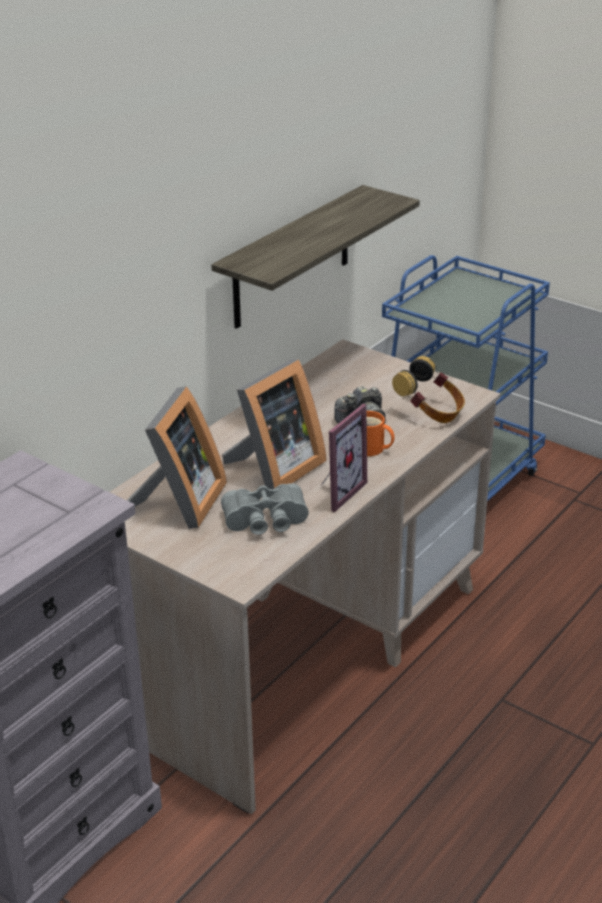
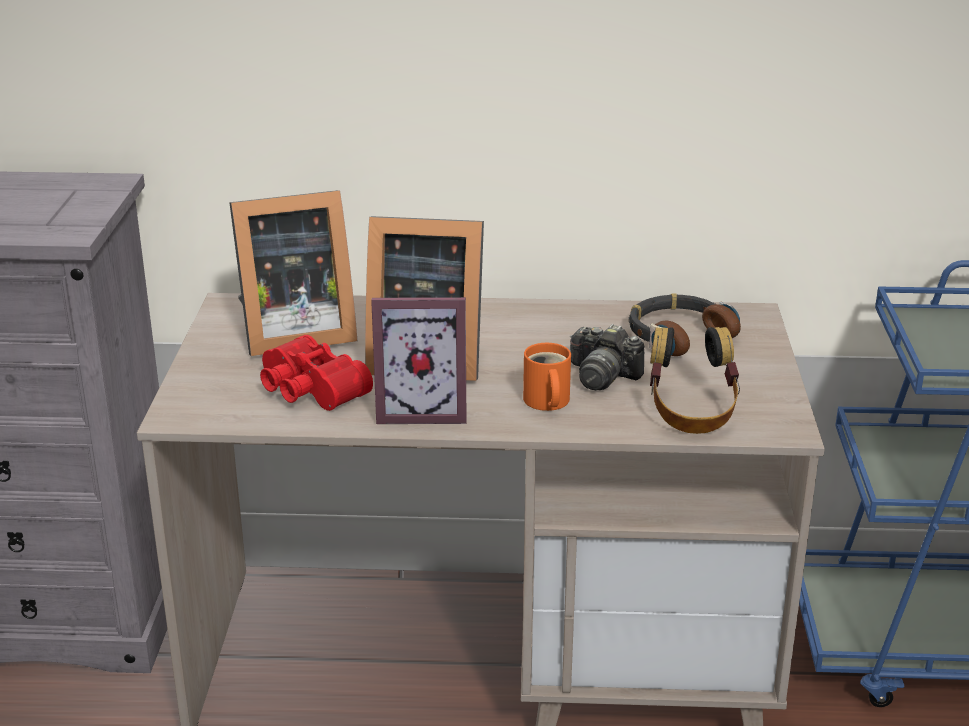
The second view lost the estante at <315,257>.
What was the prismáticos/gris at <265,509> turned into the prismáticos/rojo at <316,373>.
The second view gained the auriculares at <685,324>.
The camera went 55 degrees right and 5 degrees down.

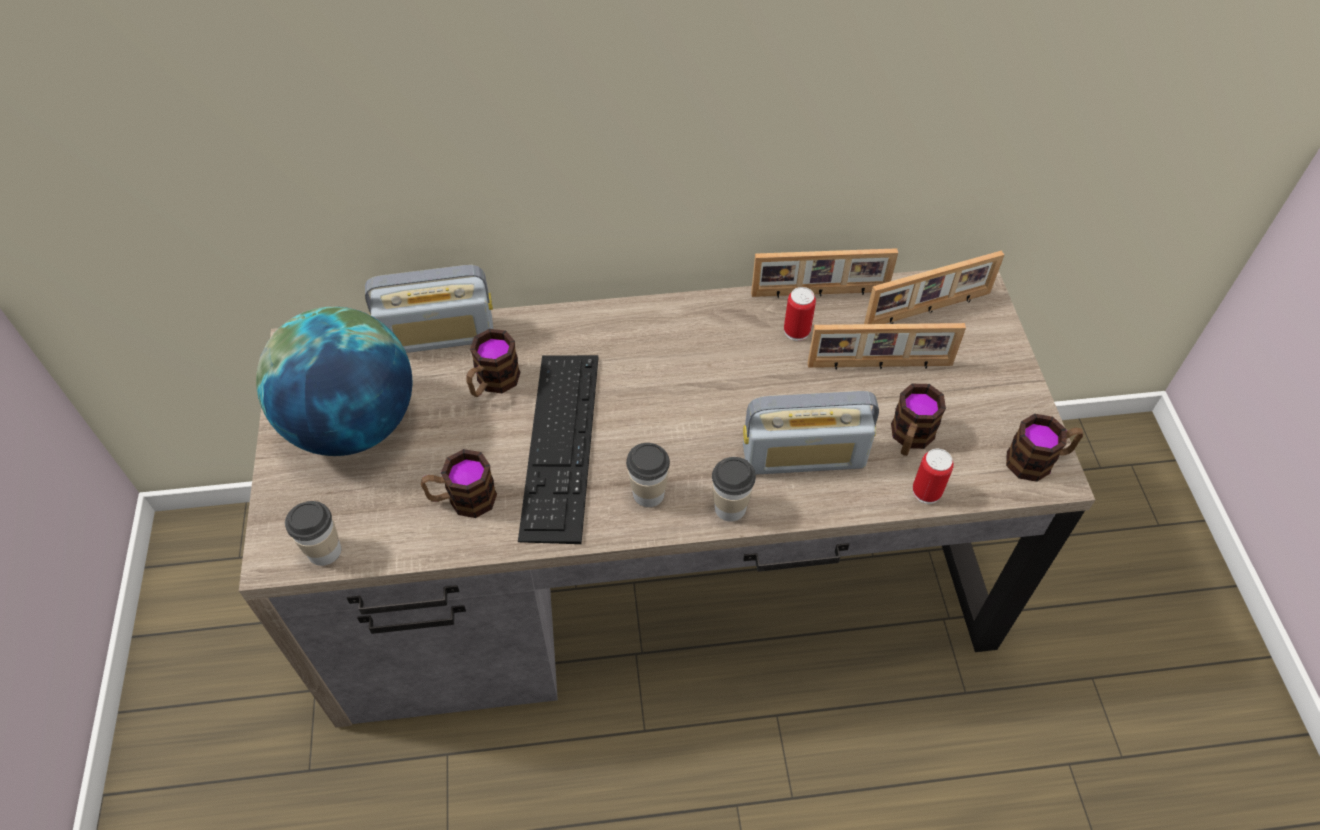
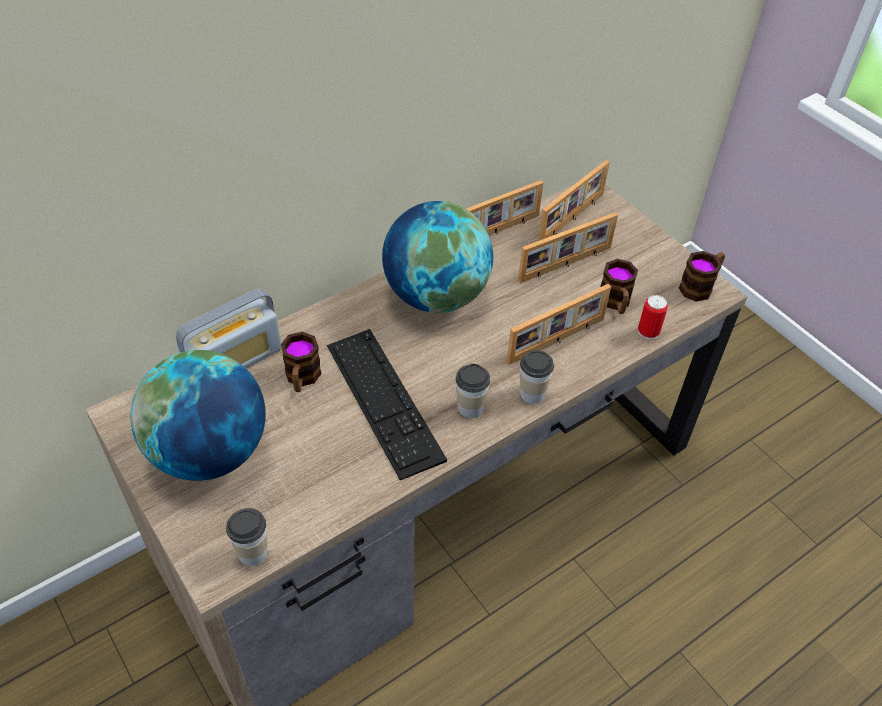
The second view lost the taza grande at <459,483>.
Where the radio stood at <811,433>, the portarretratos came to stand at <559,324>.
The second view lost the lata at <800,314>.
The second view gained the globo terráqueo at <437,257>.
The camera went 30 degrees left and 5 degrees down.

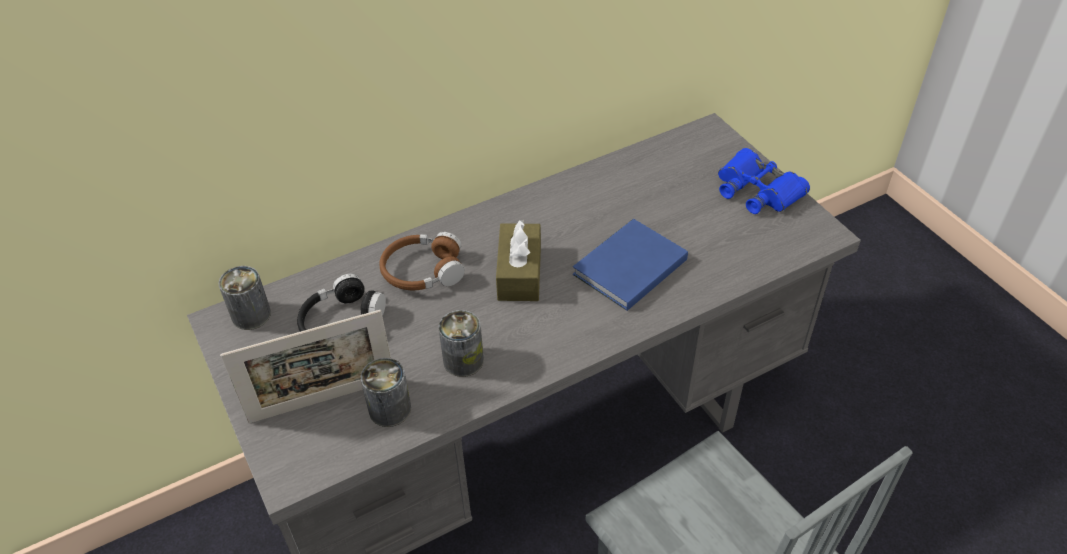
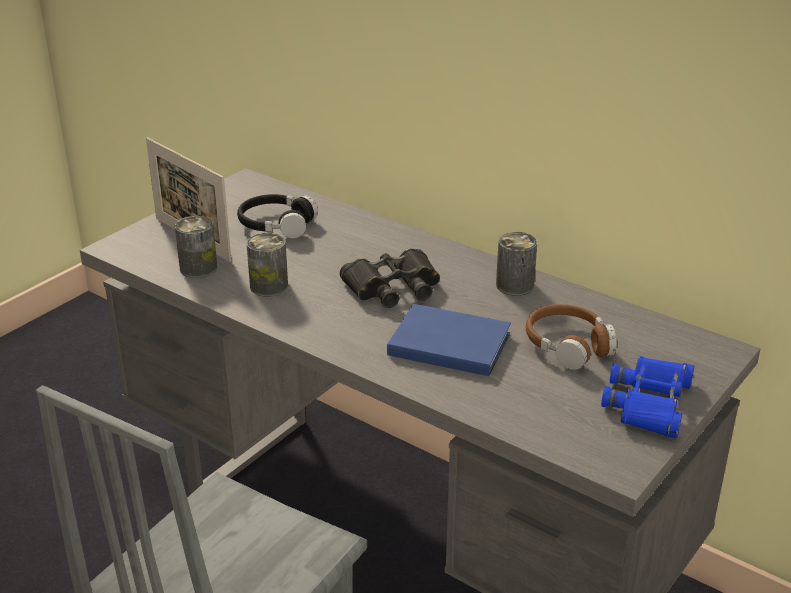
The lata ended up elsewhere, having gone from <244,298> to <516,264>.
The auriculares/marrón ended up elsewhere, having gone from <422,261> to <571,337>.
Where the caja de pañuelos/marrón stood at <518,260>, the prismáticos/negro came to stand at <390,278>.
The camera went 65 degrees right and 15 degrees down.

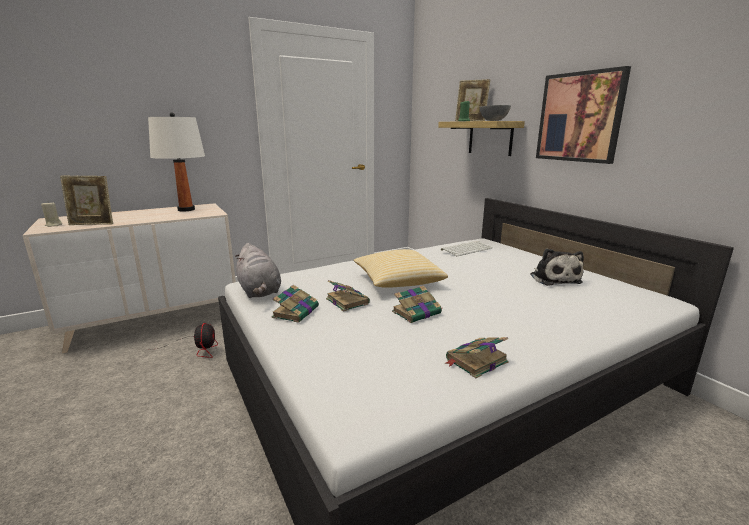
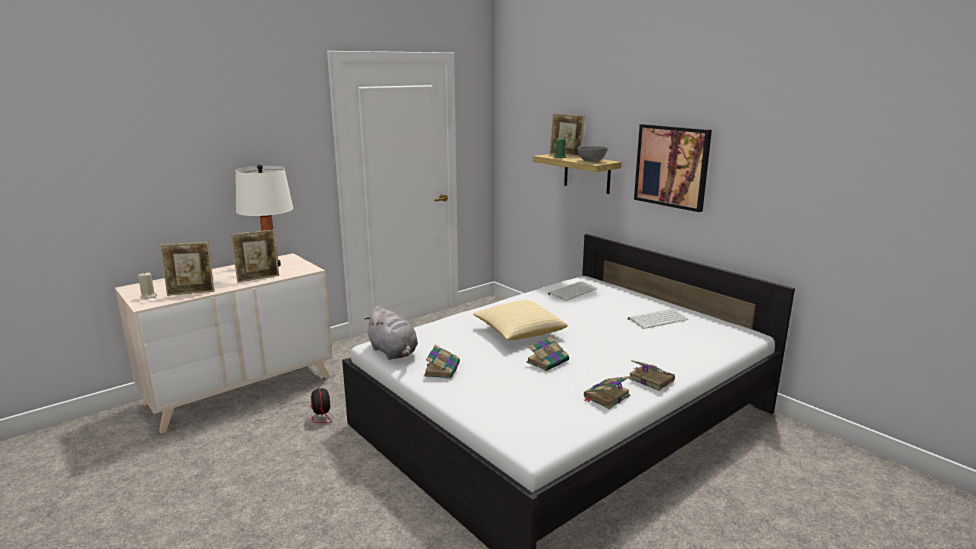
The libro ended up elsewhere, having gone from <348,296> to <651,375>.
Where the peluche stood at <557,267>, the teclado came to stand at <658,319>.
The second view gained the portarretratos at <255,256>.
The camera went 10 degrees left and 0 degrees up.

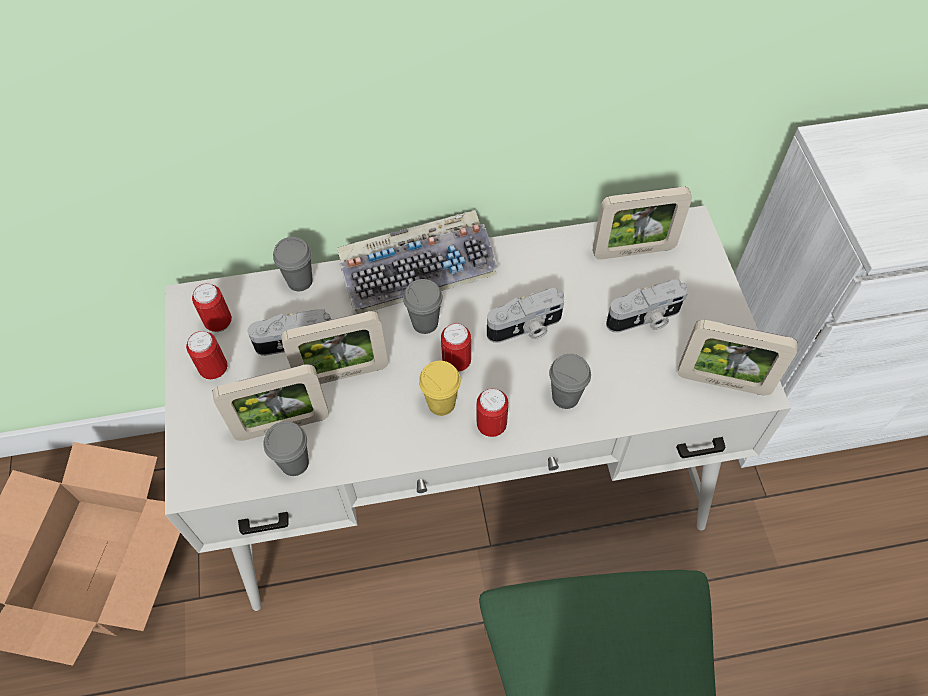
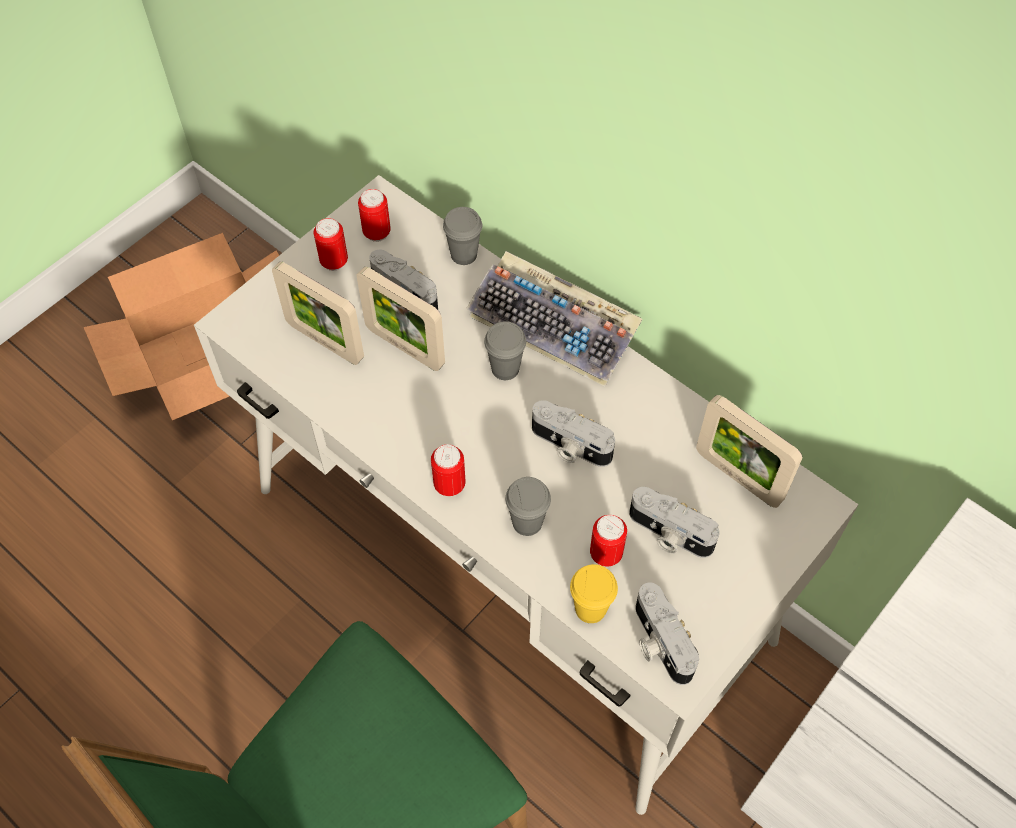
The second view lost the taza/gris at <286,448>.
The taza/amarillo ended up elsewhere, having gone from <440,388> to <594,593>.
The lata ended up elsewhere, having gone from <456,347> to <608,541>.
Where the portarretratos stood at <738,357>, the cámara came to stand at <667,633>.
The camera went 50 degrees right and 0 degrees up.

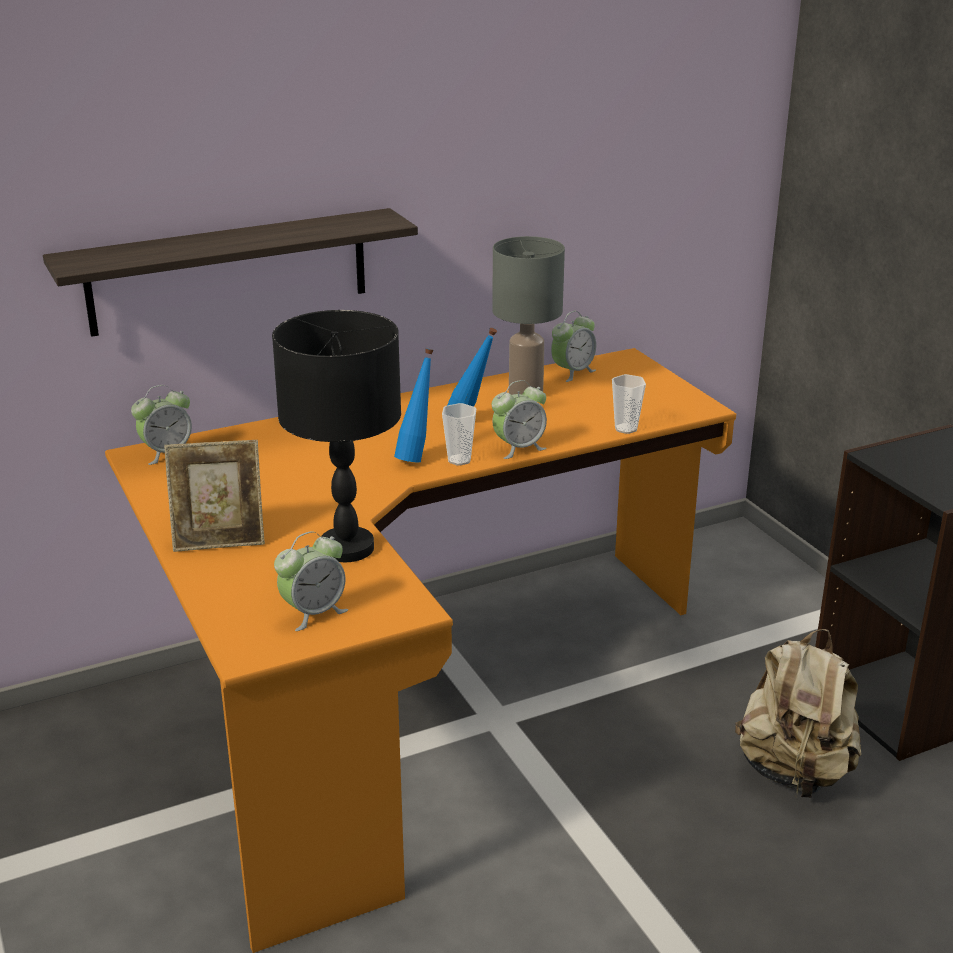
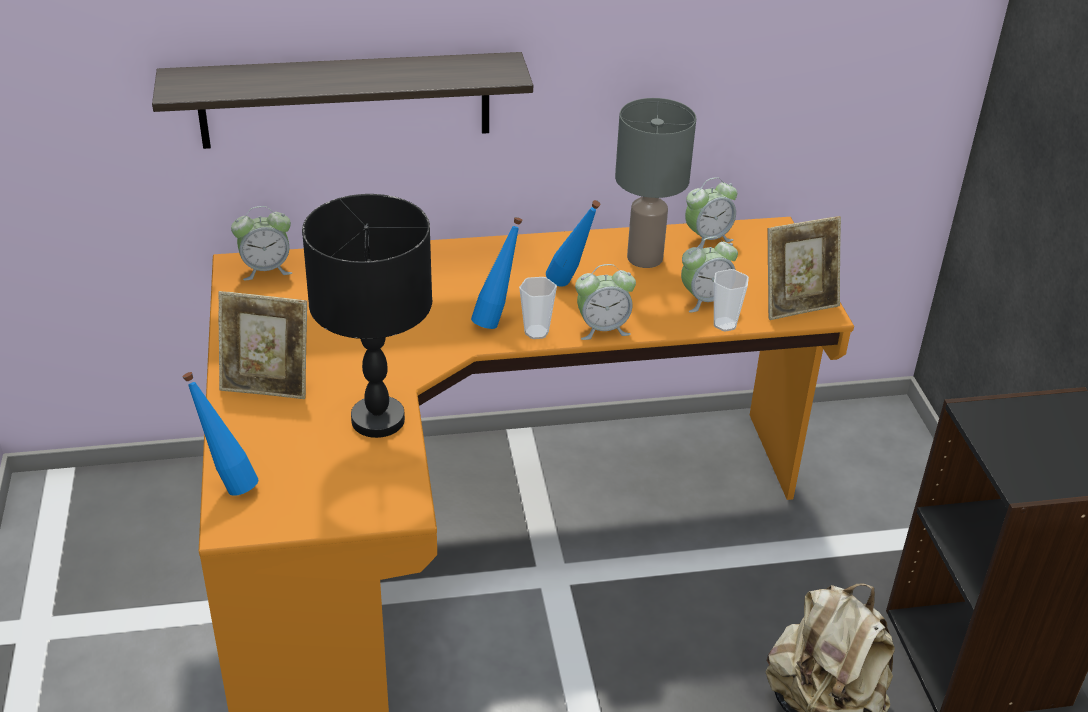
The despertador ended up elsewhere, having gone from <311,581> to <709,274>.
The second view gained the botella/azul at <221,434>.
The second view gained the portarretratos at <804,268>.
The camera went 15 degrees right and 10 degrees up.

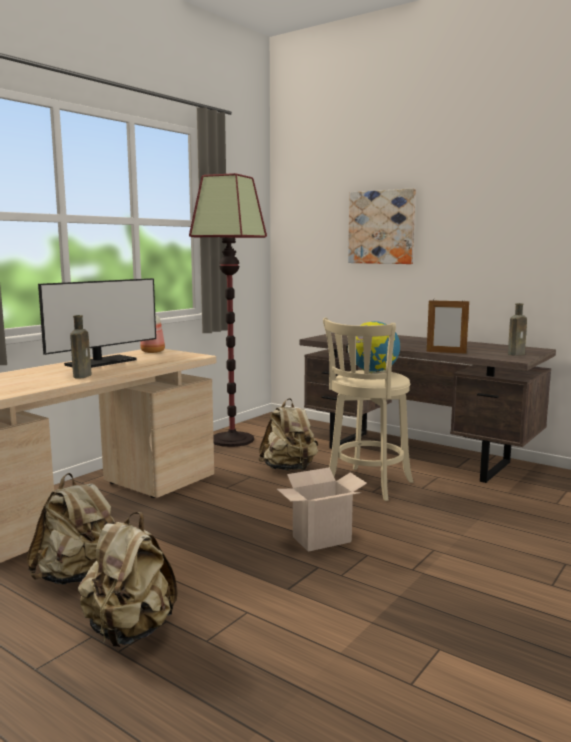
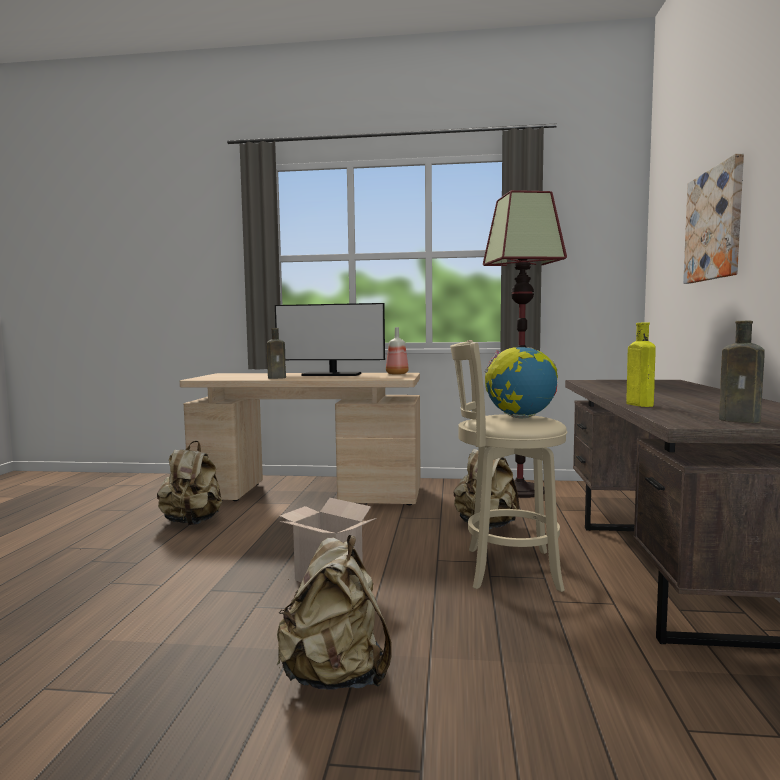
The mochila/beis ended up elsewhere, having gone from <128,579> to <334,612>.
Where the portarretratos stood at <448,326>, the botella/amarillo came to stand at <641,364>.
The camera went 60 degrees right and 5 degrees down.

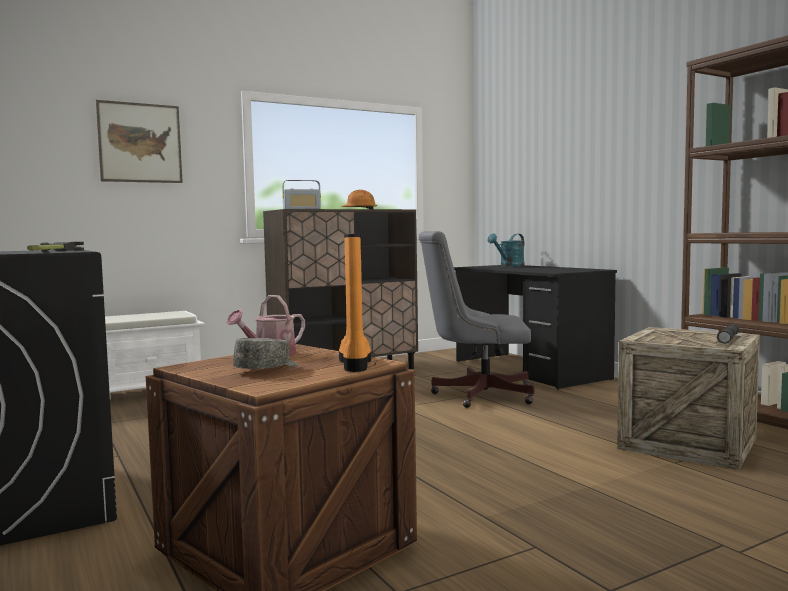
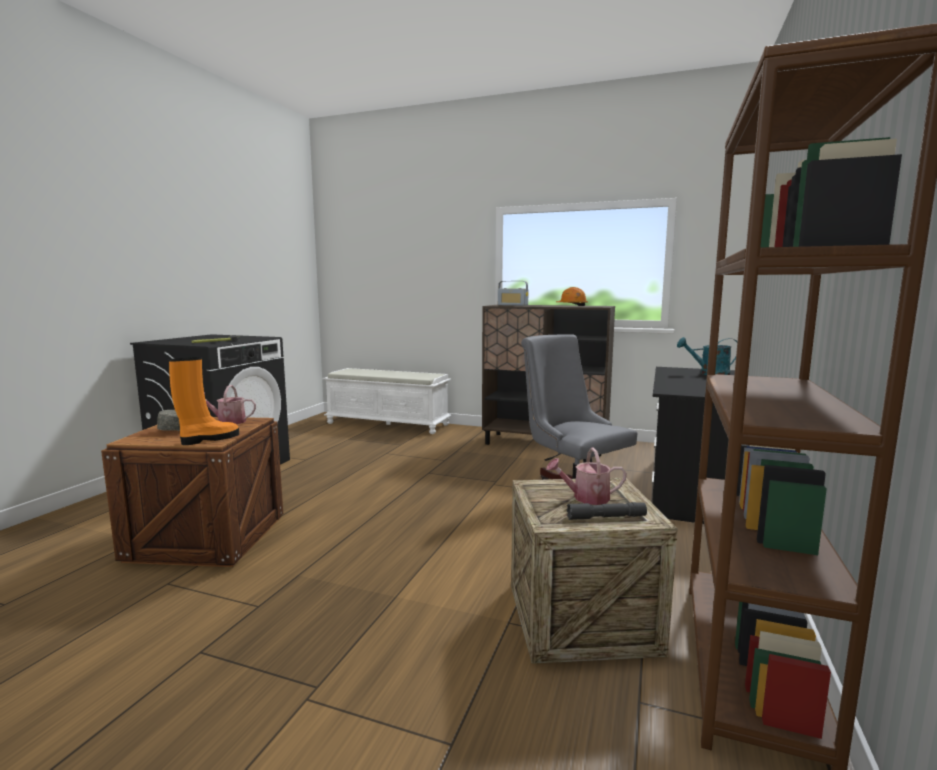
The second view lost the cuadro at <139,141>.
The second view gained the regadera at <586,476>.
The camera went 50 degrees right and 5 degrees up.

